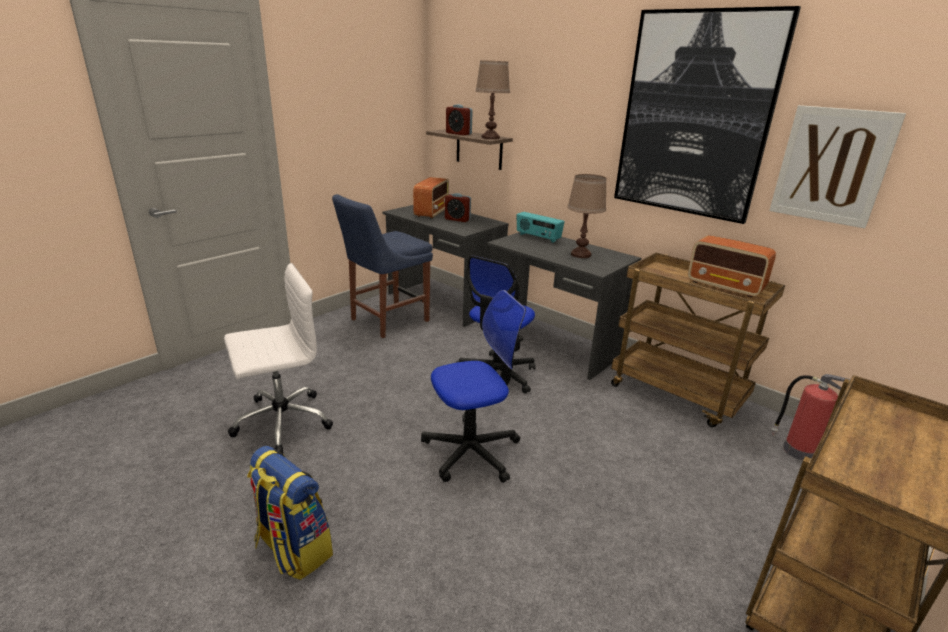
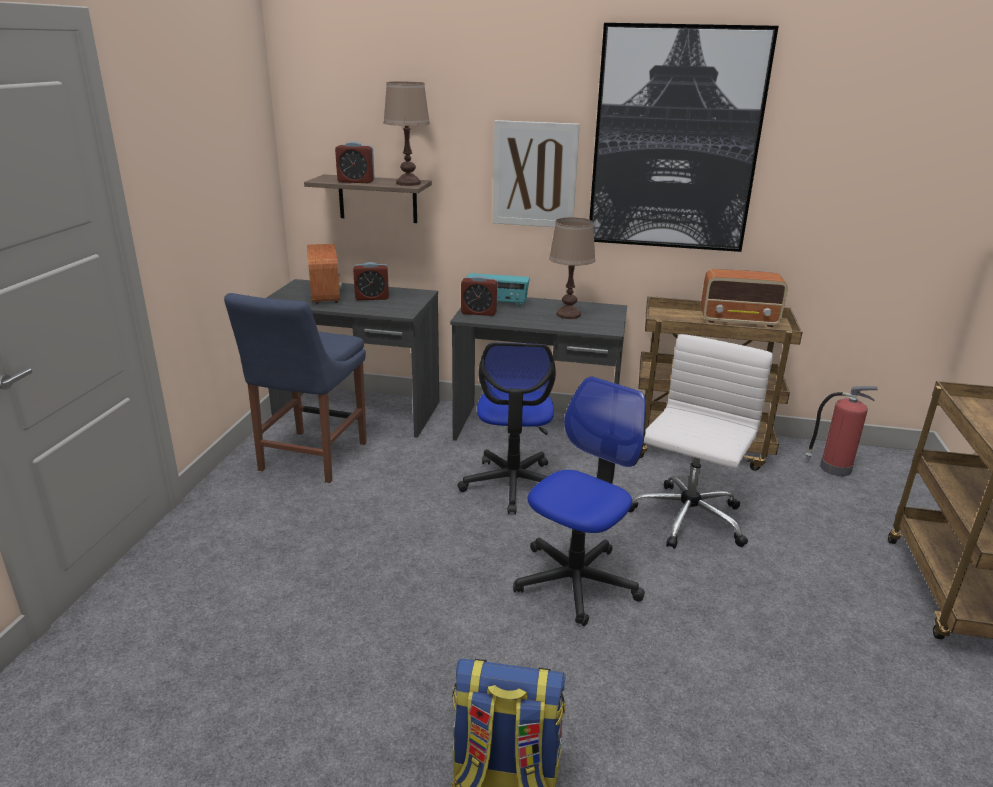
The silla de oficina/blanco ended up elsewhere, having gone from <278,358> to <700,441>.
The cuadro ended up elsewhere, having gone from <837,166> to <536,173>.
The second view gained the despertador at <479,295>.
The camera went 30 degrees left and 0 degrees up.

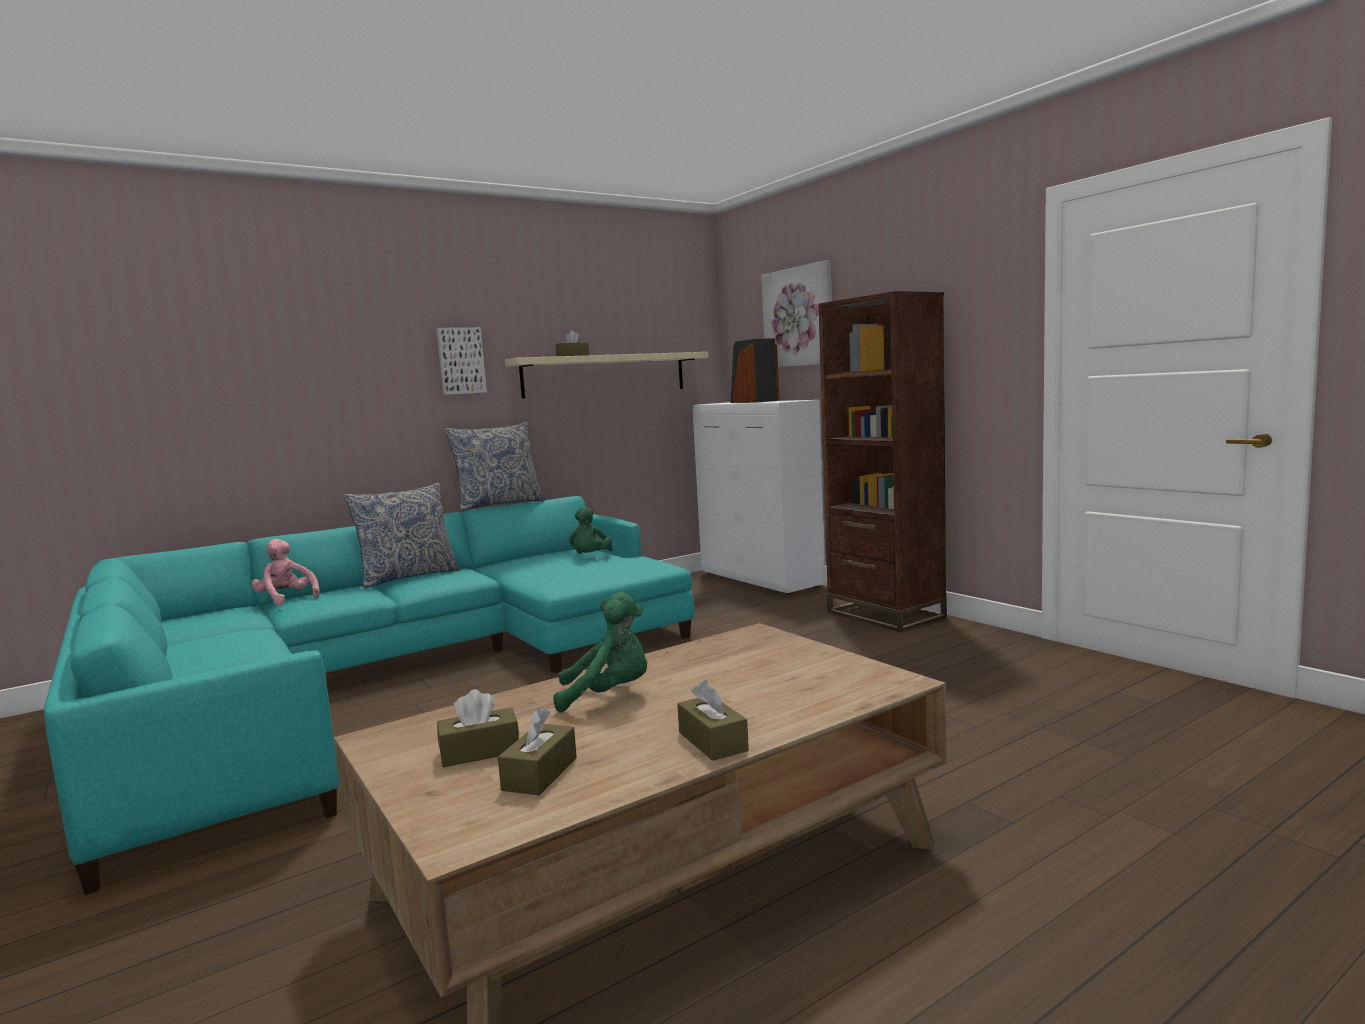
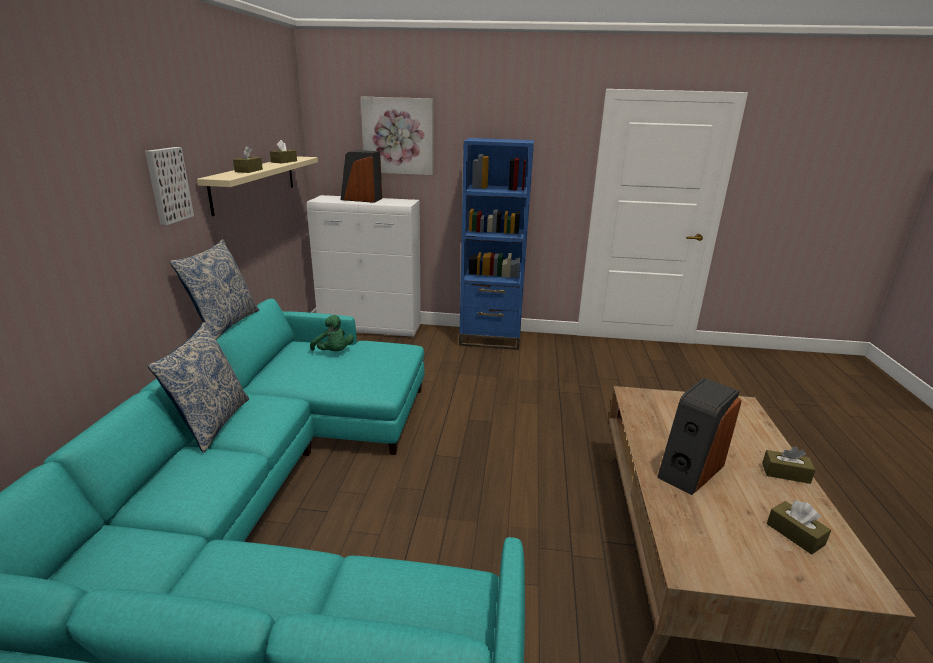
The second view lost the peluche/rosa at <286,572>.
The caja de pañuelos/marrón ended up elsewhere, having gone from <478,728> to <283,151>.
Where the peluche/verde stood at <600,652>, the altavoz came to stand at <699,436>.
What was the estantería/marrón at <883,461> turned into the estantería/azul at <496,244>.
The camera went 50 degrees left and 15 degrees up.

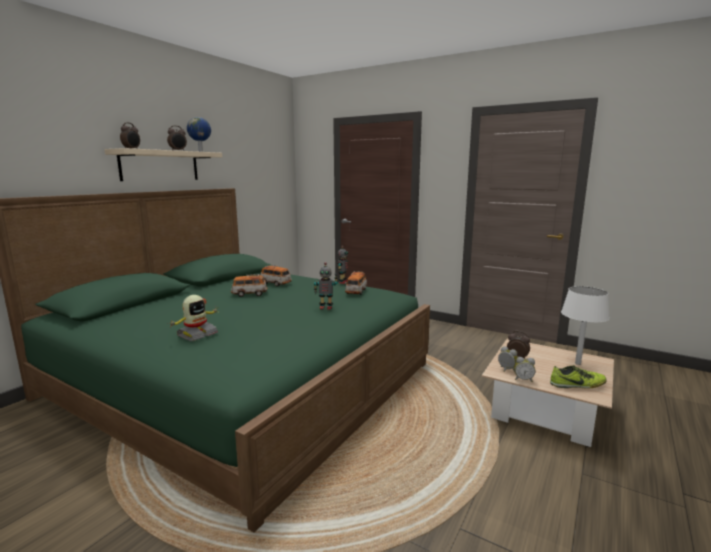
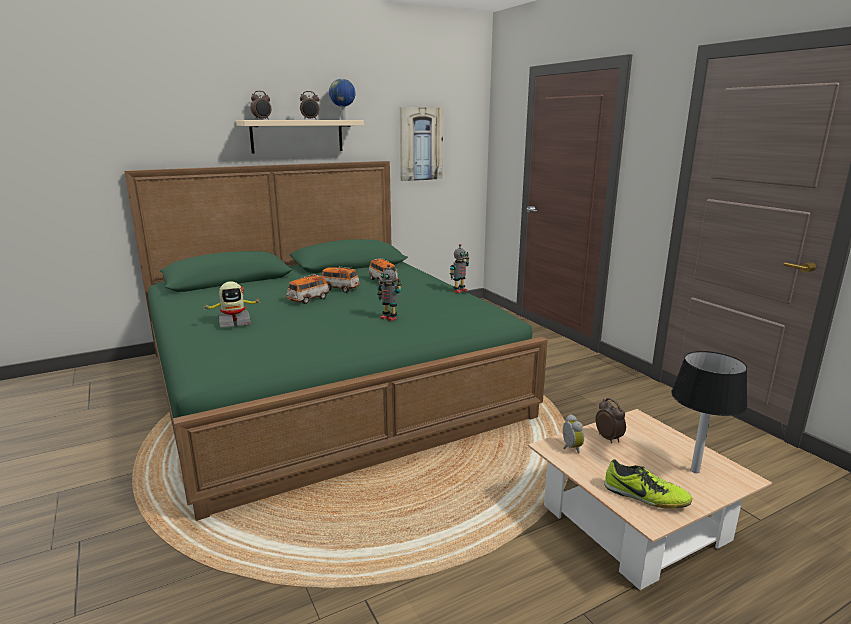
The coche de juguete ended up elsewhere, having gone from <356,283> to <308,289>.
The second view lost the despertador at <524,369>.
What was the lámpara de mesa/blanco at <585,325> turned into the lámpara de mesa/negro at <709,412>.
The second view gained the cuadro at <421,144>.
The camera went 30 degrees right and 5 degrees up.

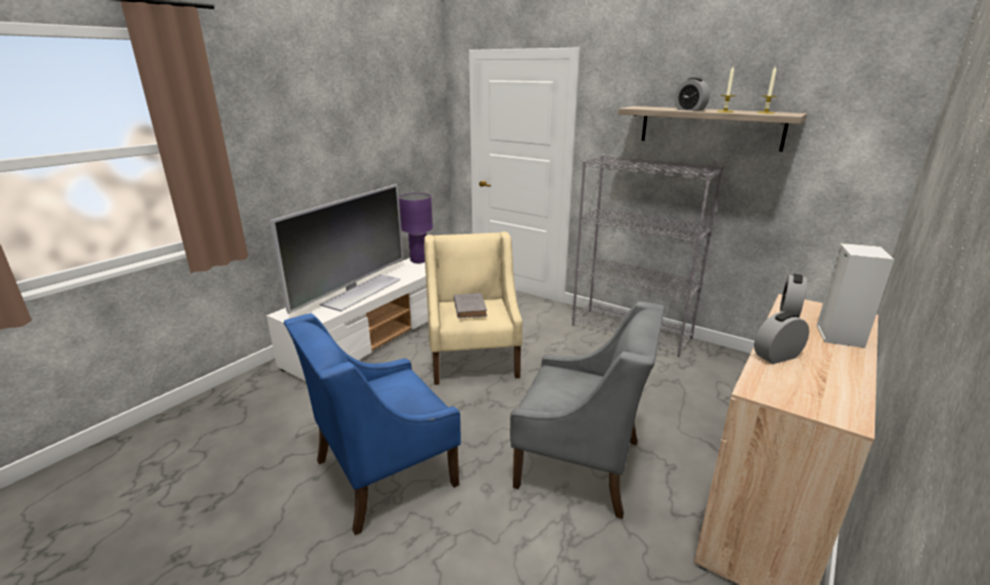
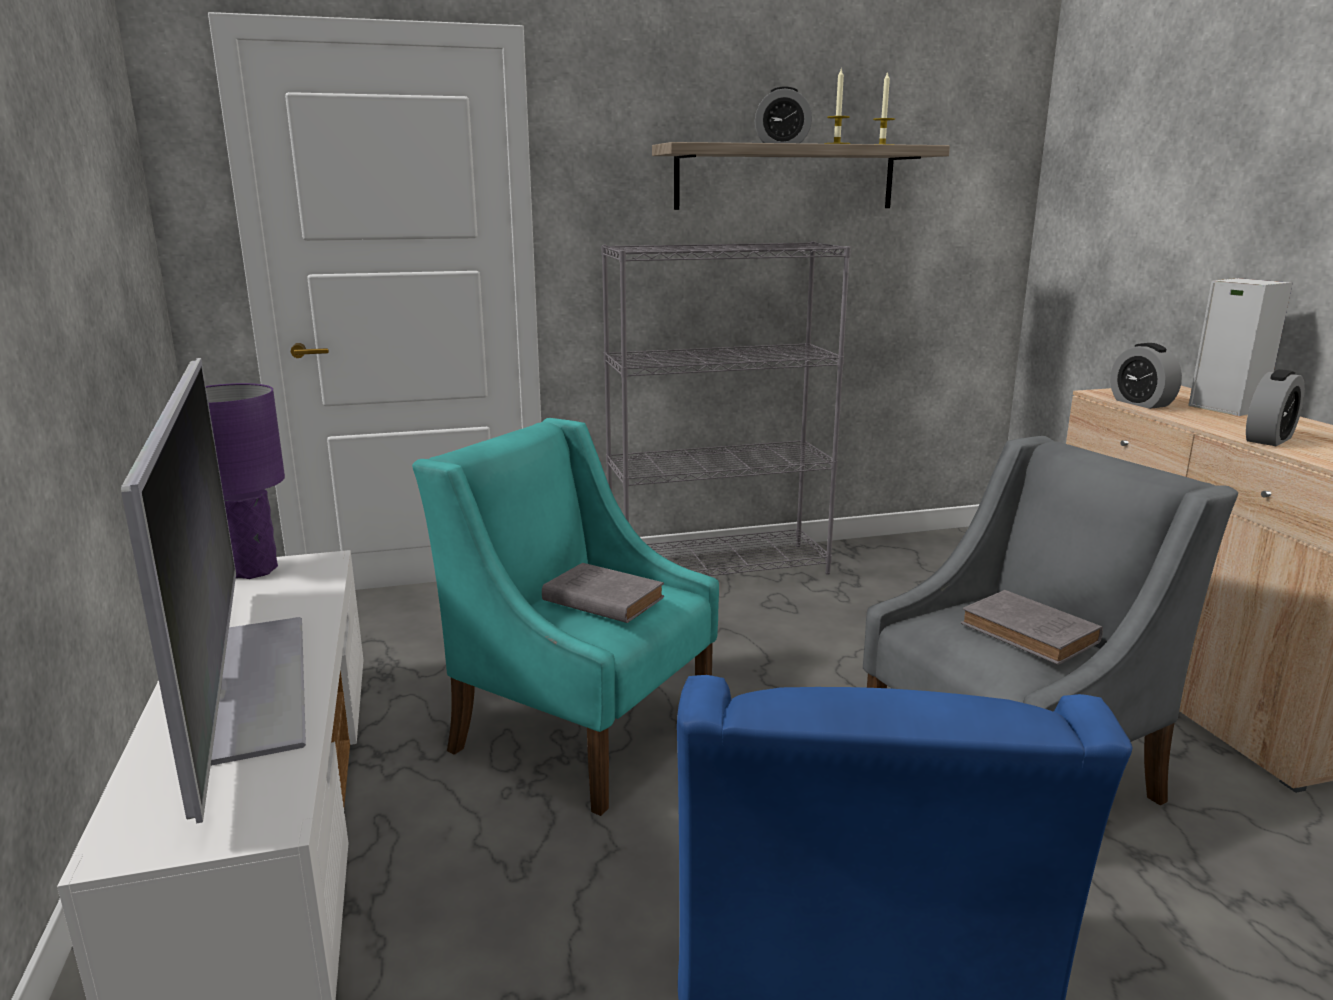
What was the sillón/beis at <473,308> turned into the sillón/turquesa at <565,617>.
The despertador at <781,338> ended up facing another way, 150 degrees counterclockwise from before.
The second view gained the libro/gris at <1032,627>.
The camera went 50 degrees left and 5 degrees down.

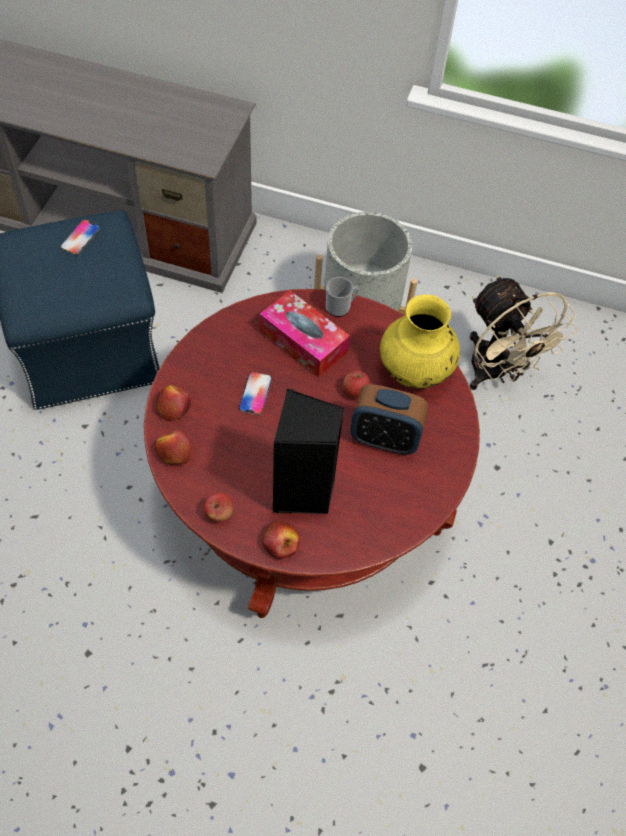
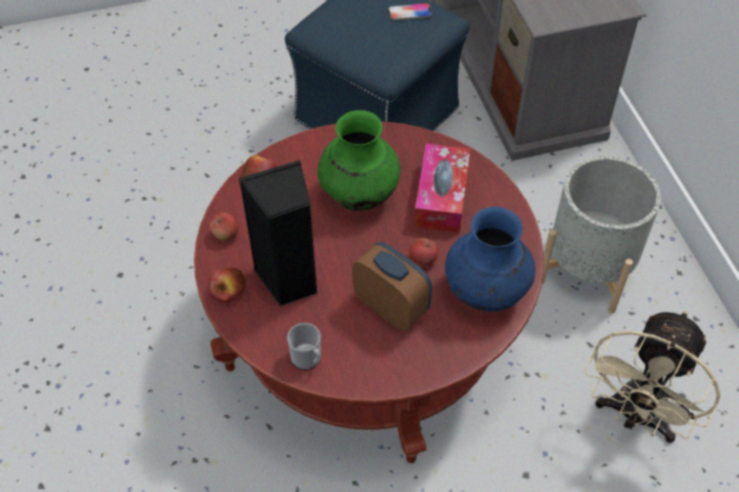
The second view lost the manzana at <173,403>.
Where the móvil stood at <255,393>, the florero/verde came to stand at <359,160>.
The taza grande ended up elsewhere, having gone from <342,297> to <304,346>.
The despertador at <389,419> ended up facing another way, 150 degrees clockwise from before.
What was the florero/amarillo at <420,341> turned into the florero/azul at <490,259>.
The camera went 60 degrees right and 5 degrees down.

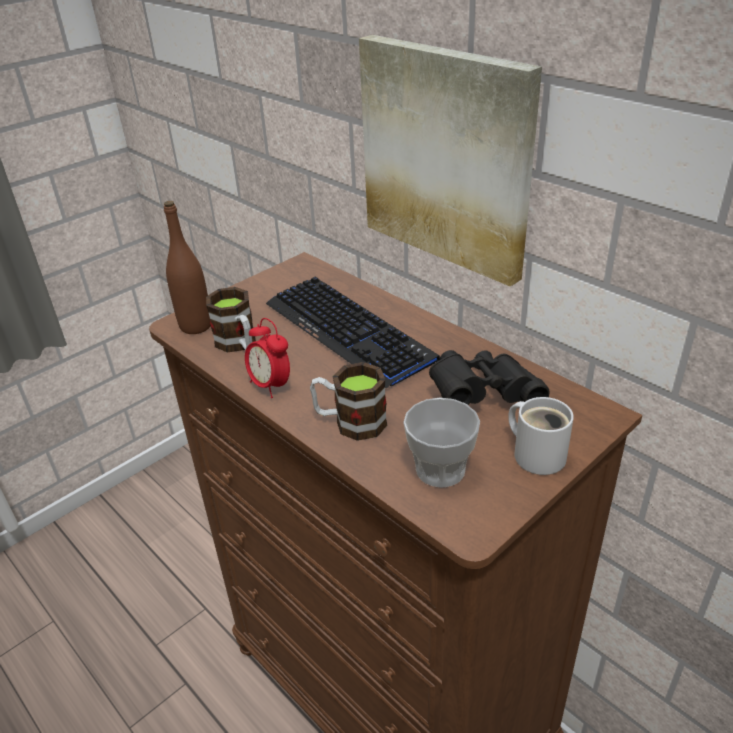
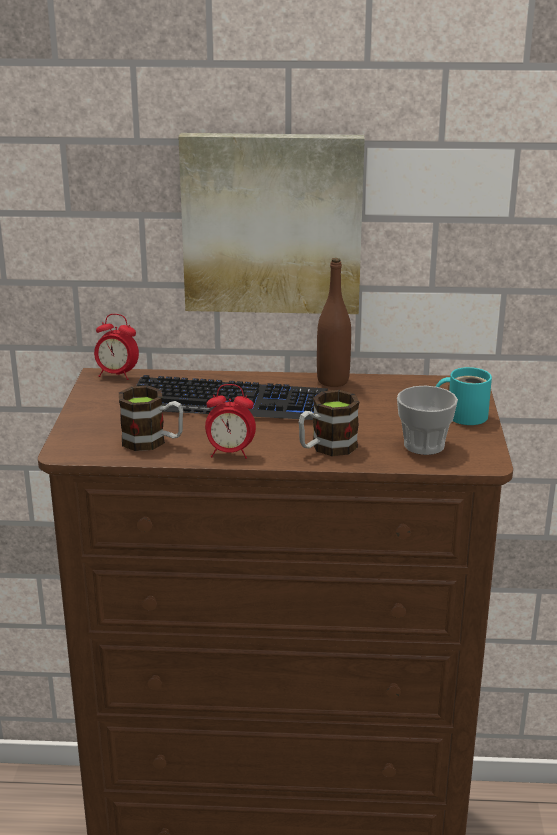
The botella/marrón ended up elsewhere, having gone from <187,267> to <334,322>.
The second view lost the prismáticos/negro at <489,377>.
What was the taza grande/blanco at <541,436> turned into the taza grande/turquesa at <464,396>.
The second view gained the despertador at <116,347>.
The camera went 45 degrees left and 10 degrees down.

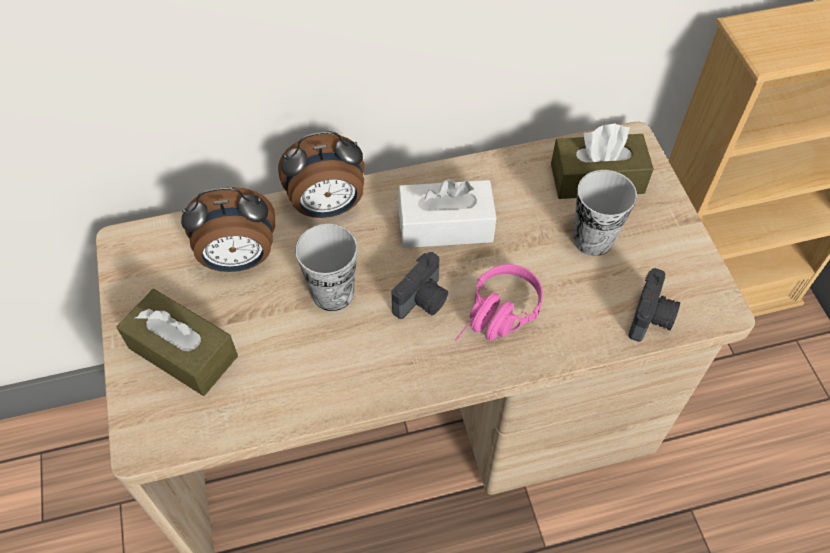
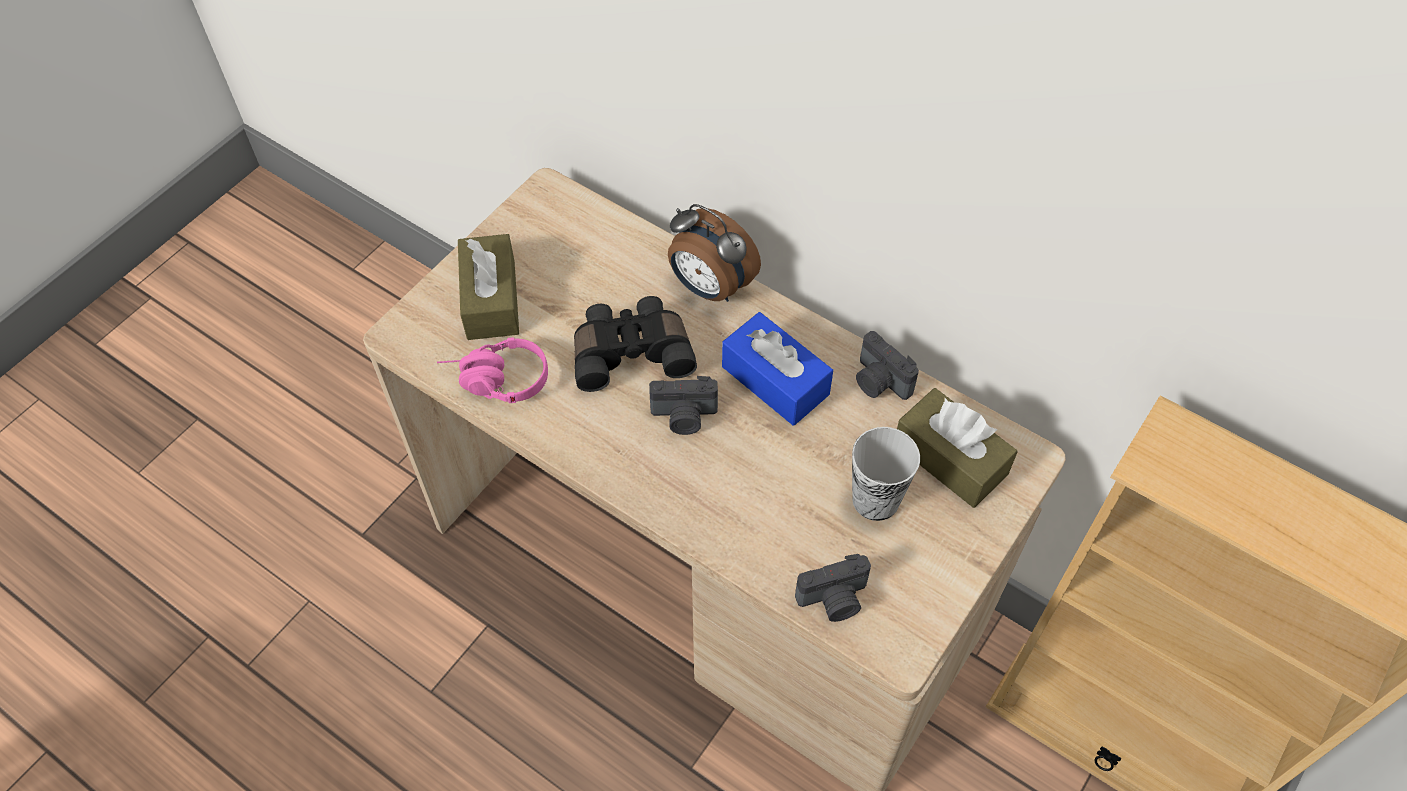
The second view lost the despertador at <228,229>.
Where the taza stood at <326,267>, the prismáticos/negro came to stand at <635,344>.
What was the caja de pañuelos/blanco at <447,213> turned into the caja de pañuelos/azul at <777,369>.
The auriculares/rosa ended up elsewhere, having gone from <499,302> to <492,370>.
The second view gained the cámara at <887,365>.
The camera went 50 degrees right and 0 degrees up.

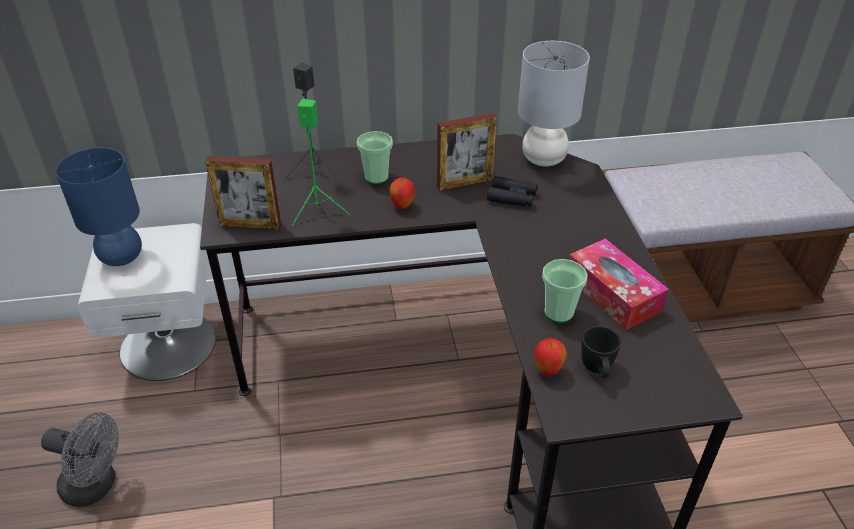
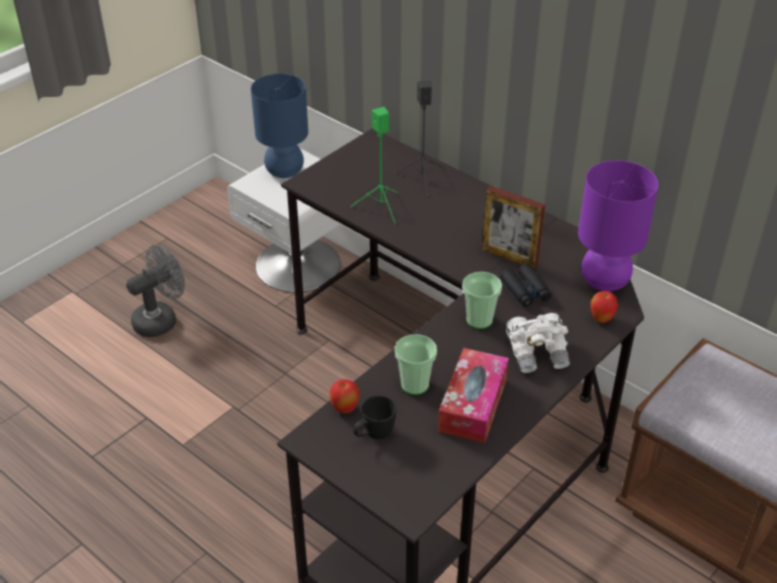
The ventilador/gris at <80,459> ended up facing another way, 105 degrees counterclockwise from before.
The second view lost the portarretratos at <243,193>.
The taza ended up elsewhere, having gone from <375,157> to <482,300>.
The manzana ended up elsewhere, having gone from <402,193> to <604,307>.
What was the lámpara de mesa/gris at <554,103> turned into the lámpara de mesa/morado at <618,225>.
The second view gained the prismáticos/blanco at <538,343>.
The camera went 50 degrees right and 0 degrees up.

